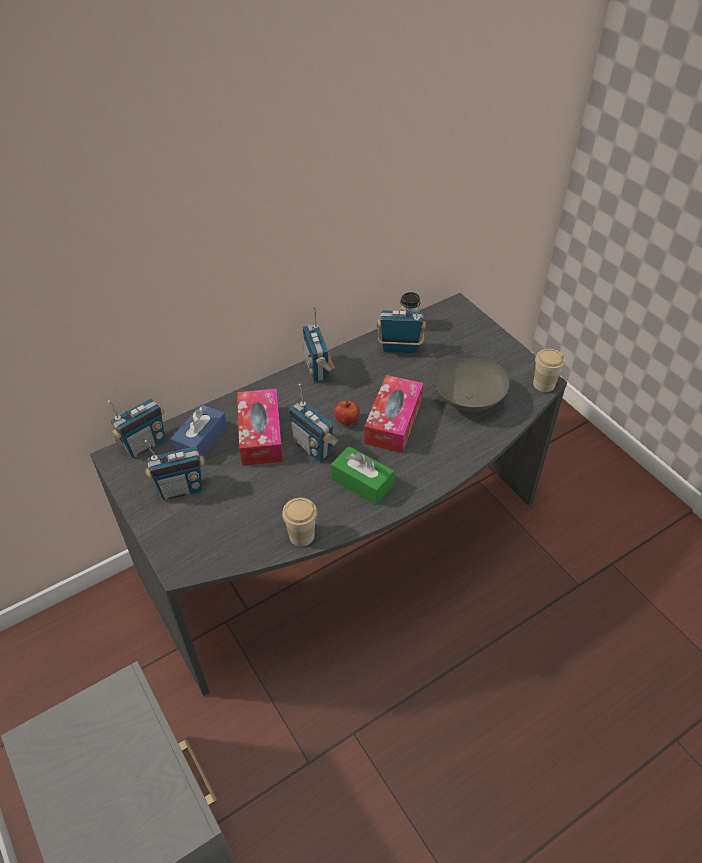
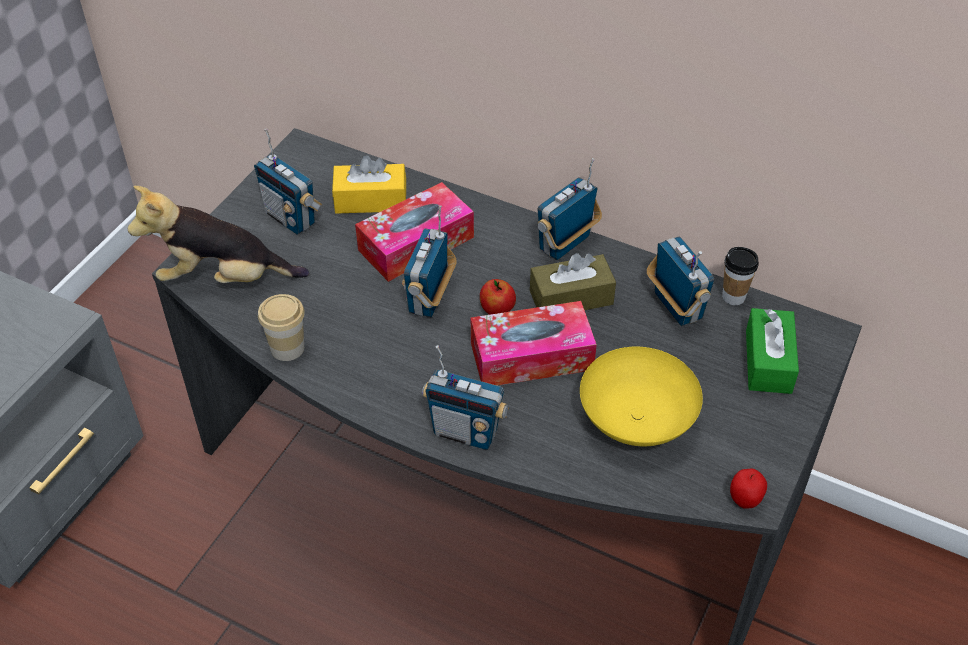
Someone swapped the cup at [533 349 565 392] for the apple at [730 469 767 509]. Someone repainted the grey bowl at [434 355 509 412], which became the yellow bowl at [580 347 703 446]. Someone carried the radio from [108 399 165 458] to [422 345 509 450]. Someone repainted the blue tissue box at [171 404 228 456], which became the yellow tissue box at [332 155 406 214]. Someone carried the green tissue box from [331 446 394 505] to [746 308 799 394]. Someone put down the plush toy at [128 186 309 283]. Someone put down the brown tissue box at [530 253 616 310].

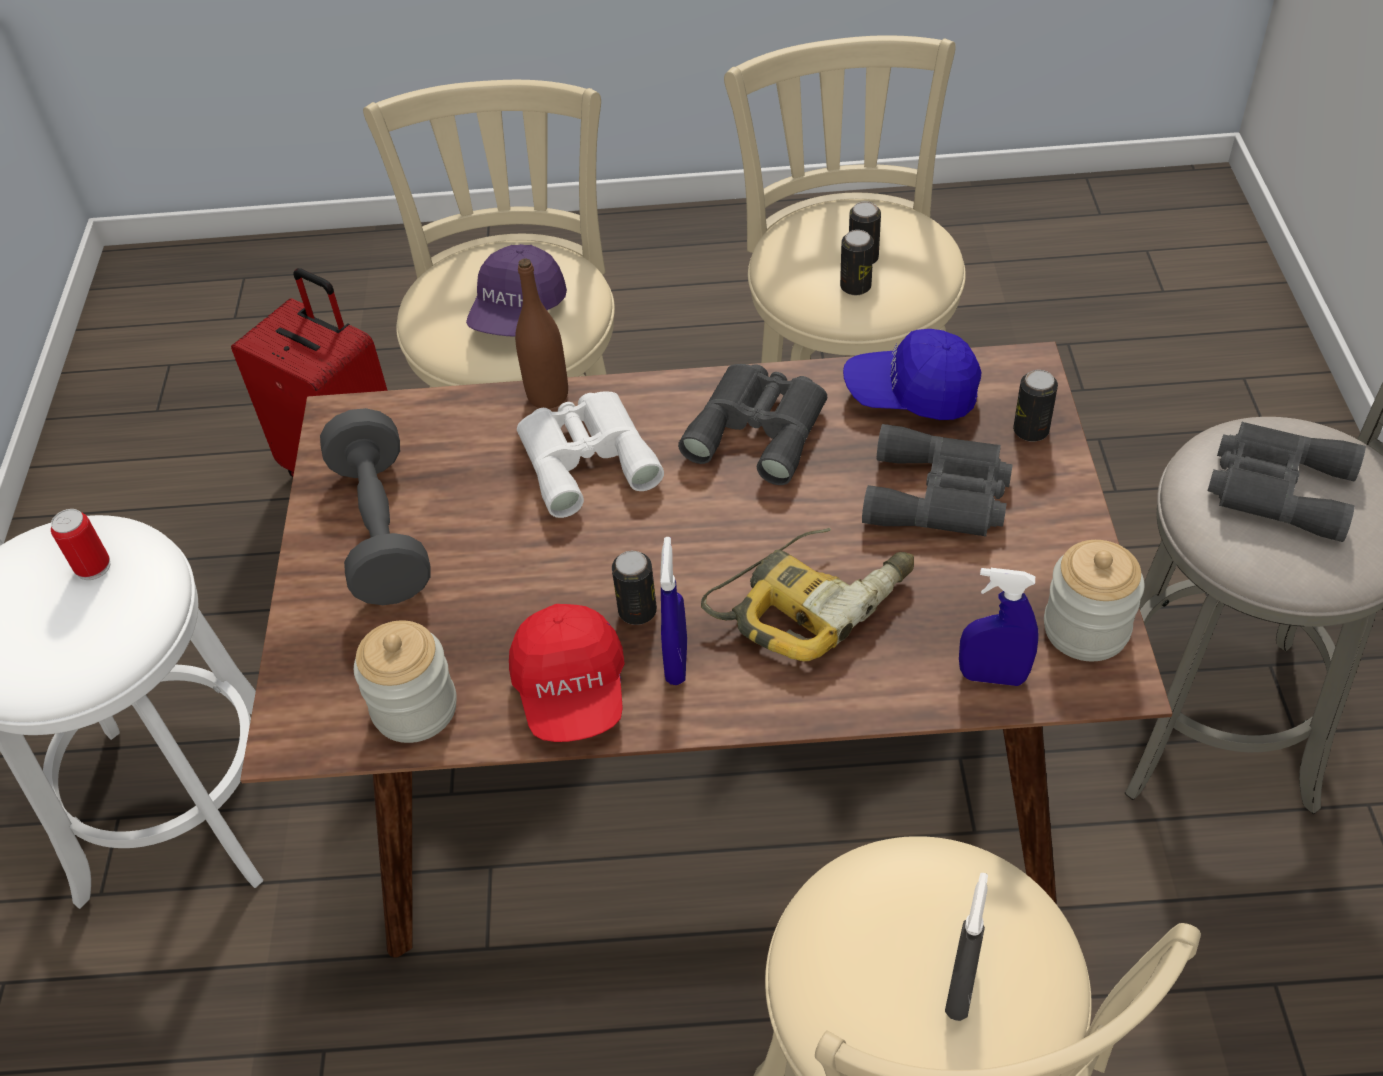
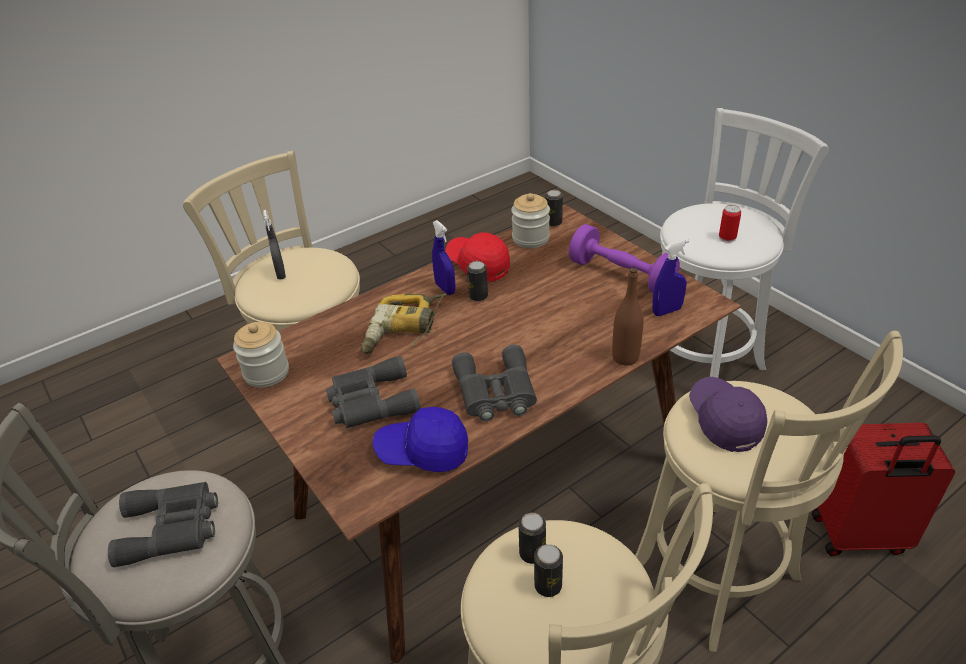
Someone rotated the blue cap at [843 329 981 420] by 150 degrees counterclockwise. Someone carried the can from [1013 370 1058 442] to [545 190 563 227]. Someone took away the white binoculars at [517 391 664 518]. Someone repainted the grey dumbbell at [320 408 431 605], which became the purple dumbbell at [569 224 680 293]. Someone carried the blue spray bottle from [959 568 1039 686] to [652 239 689 316].

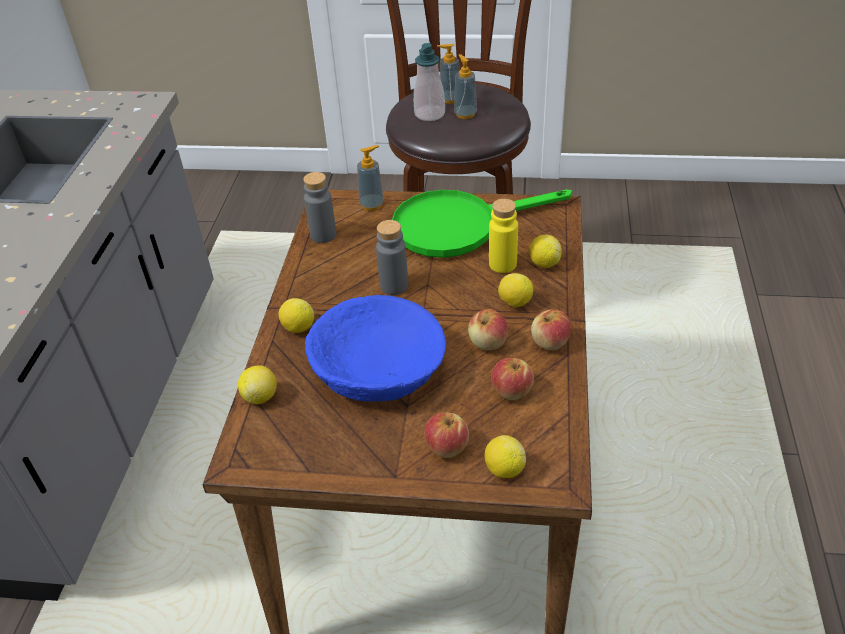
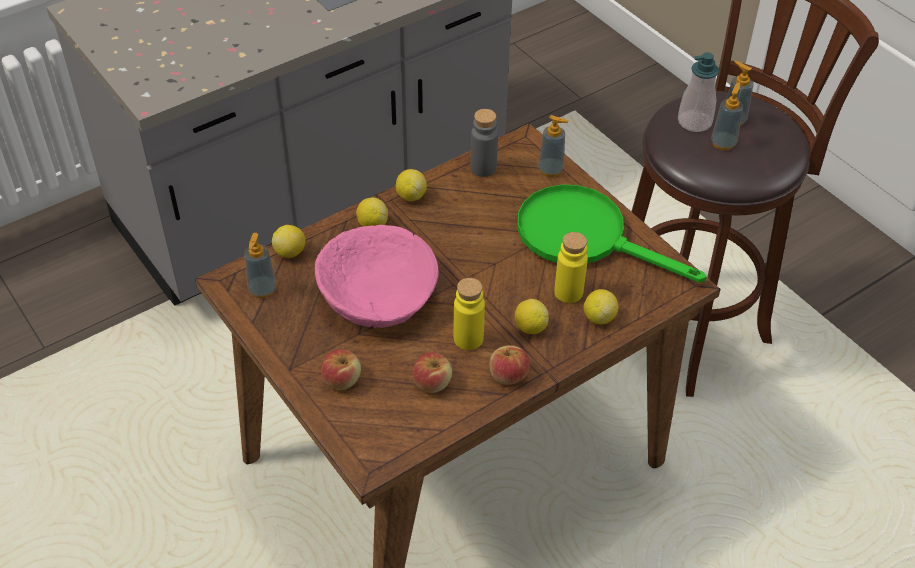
Someone took away the grey bottle at [376 220 408 295]. Someone repainted the blue bowl at [305 295 446 401], which became the pink bowl at [315 225 439 328]. Someone swapped the apple at [468 309 508 351] for the yellow bottle at [454 278 485 350]. Someone carried the lemon from [485 435 526 478] to [396 169 427 201]. Someone put down the soap dispenser at [244 233 276 298].

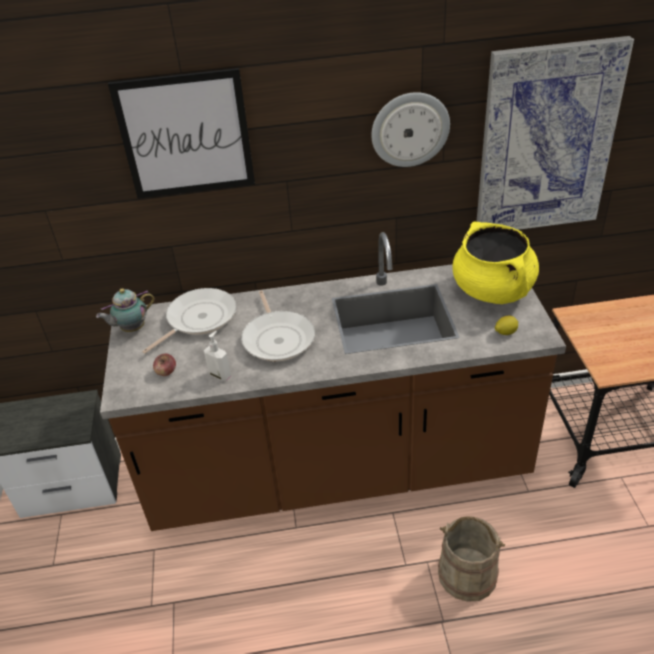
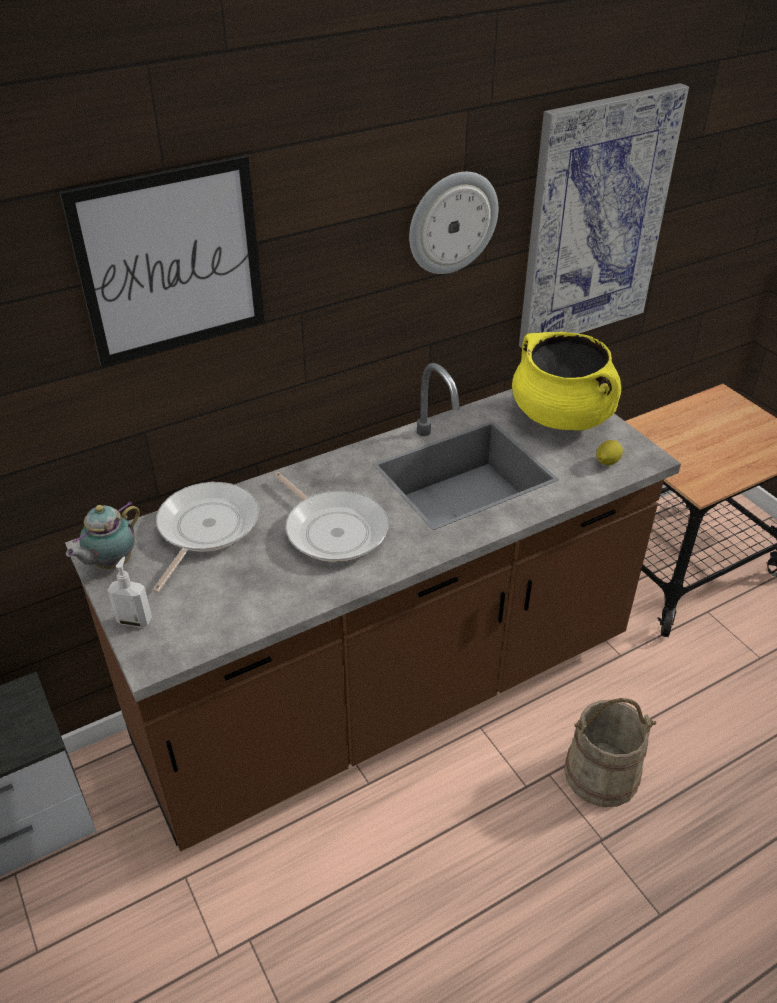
Someone carried the soap dispenser from [204 331 231 381] to [107 557 152 627]. Someone took away the apple at [153 354 176 376].

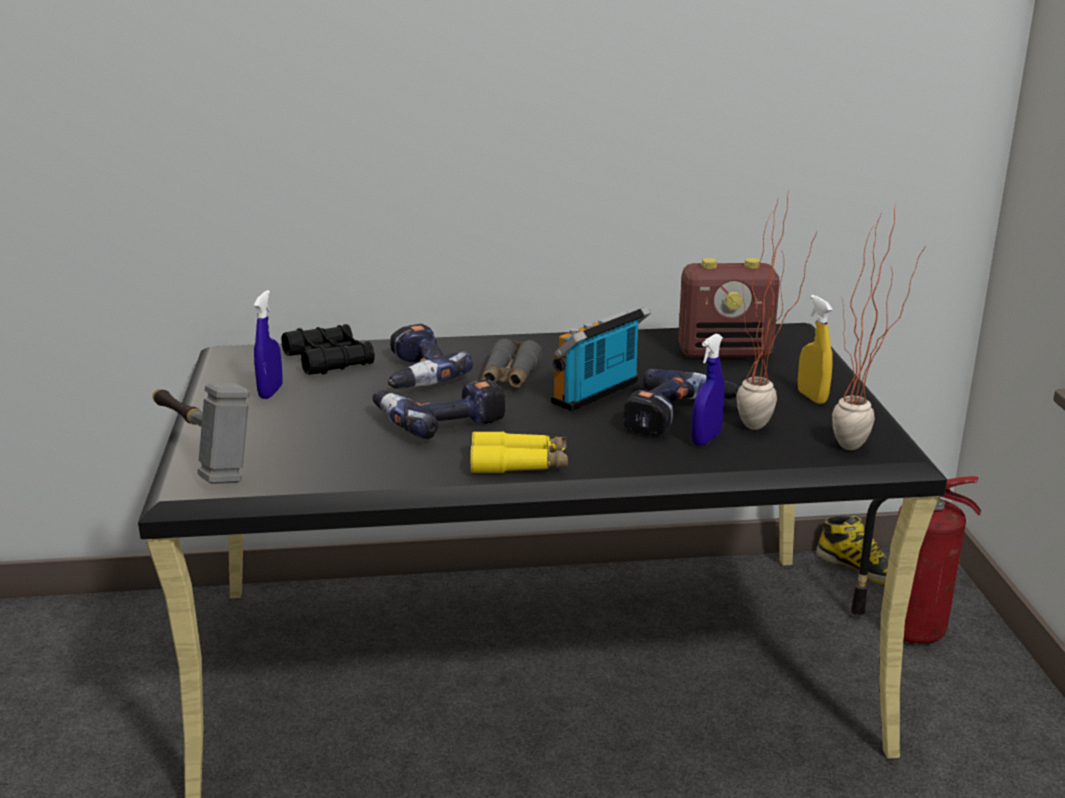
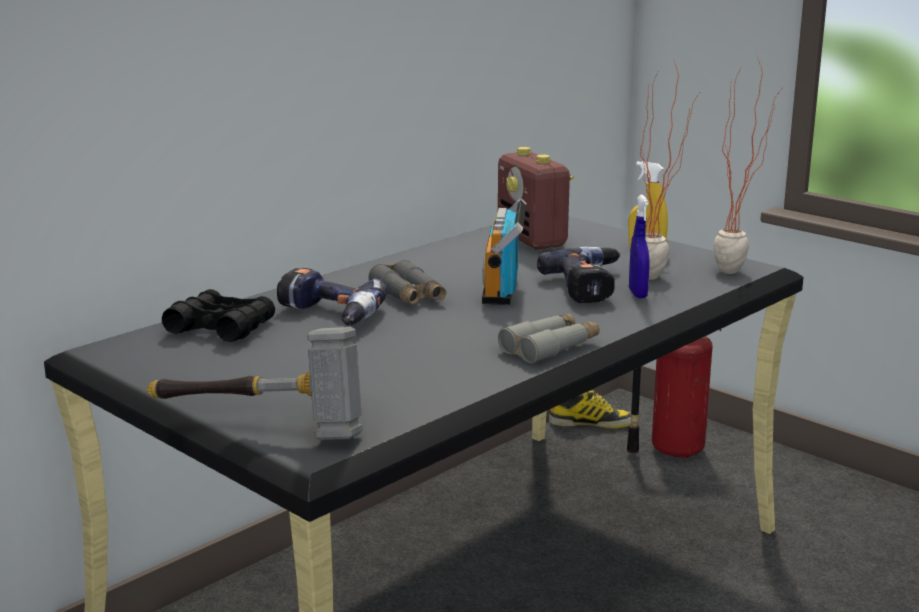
Someone rotated the radio at [678 258 780 358] by 105 degrees clockwise. Someone took away the blue spray bottle at [254 290 283 399]. Someone took away the power drill at [372 379 505 439]. Someone repainted the yellow binoculars at [471 431 568 473], which became the grey binoculars at [498 313 600 364].

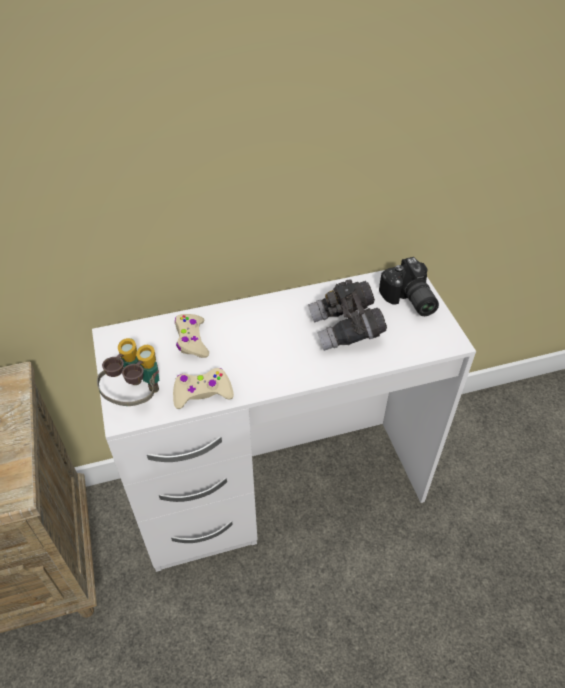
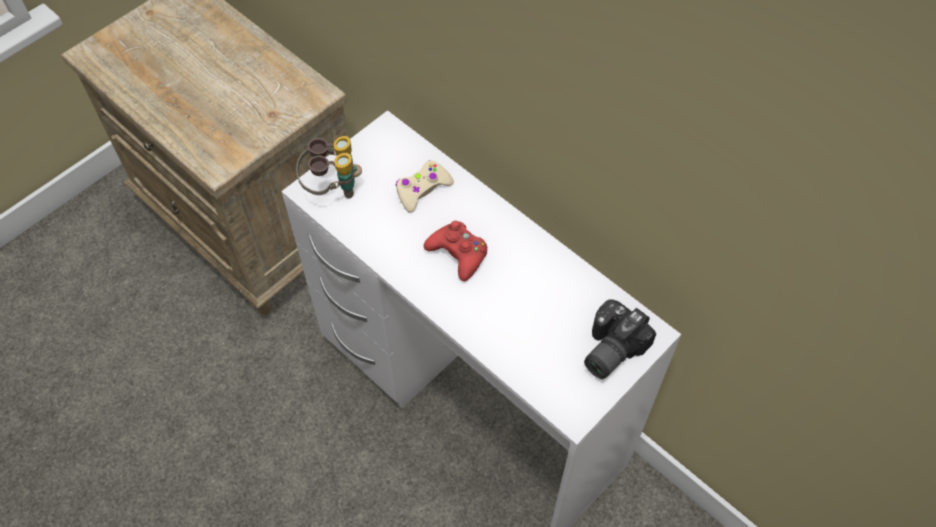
Someone took away the grey binoculars at [308 280 387 351]. Someone took away the beige game controller at [173 368 234 409]. Someone put down the red game controller at [424 221 487 282].

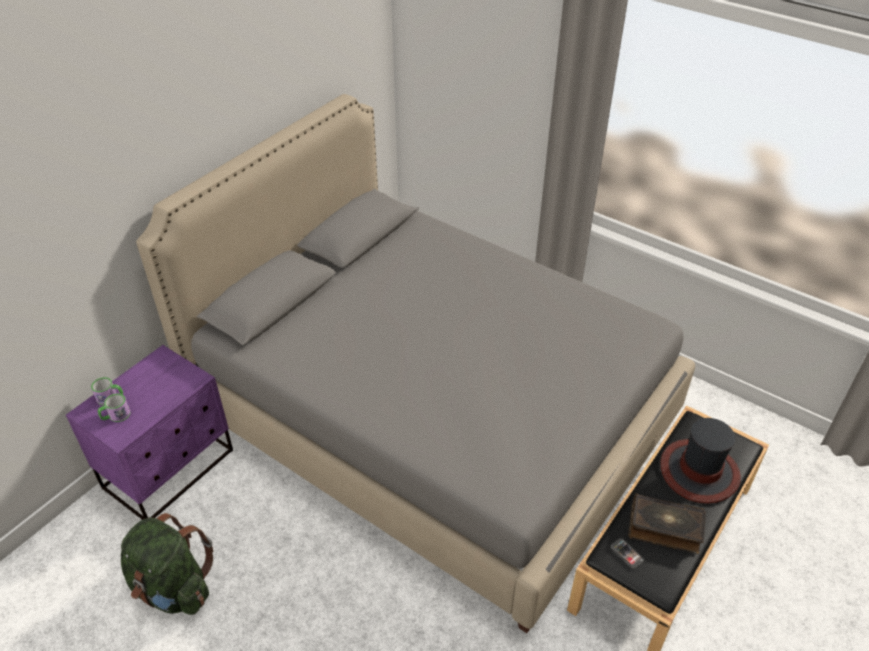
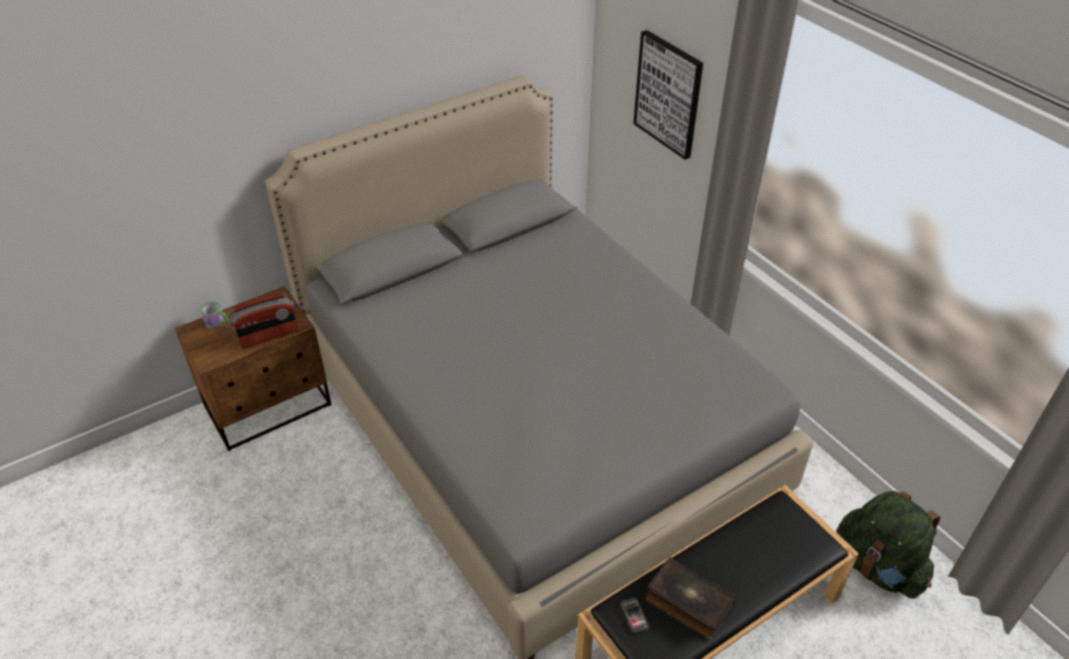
Someone repainted the purple nightstand at [66 345 233 520], which became the brown nightstand at [175 286 331 451]. Someone took away the mug at [98 393 131 422]. Someone took away the hat at [660 418 741 504]. Someone carried the green backpack from [120 513 214 615] to [836 491 940 599]. Someone put up the picture at [633 30 703 160]. Someone put down the radio at [229 292 298 349].

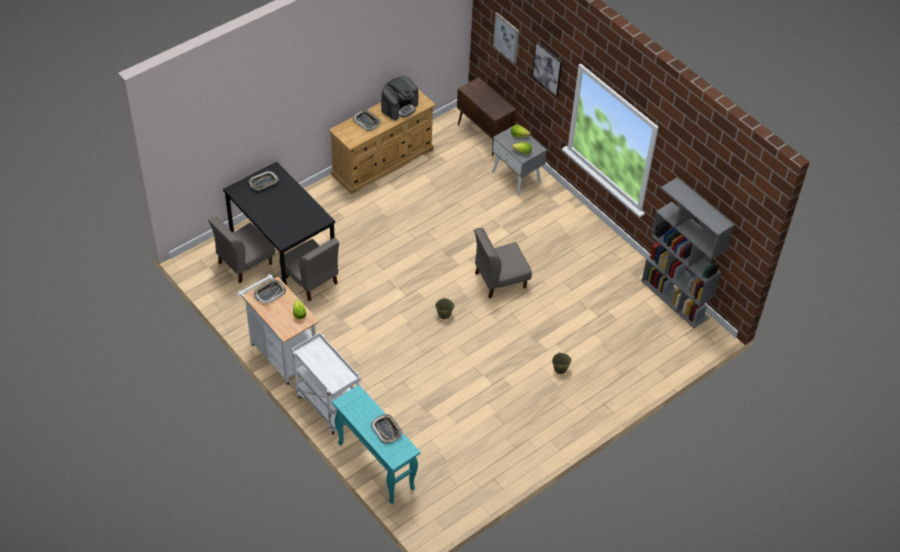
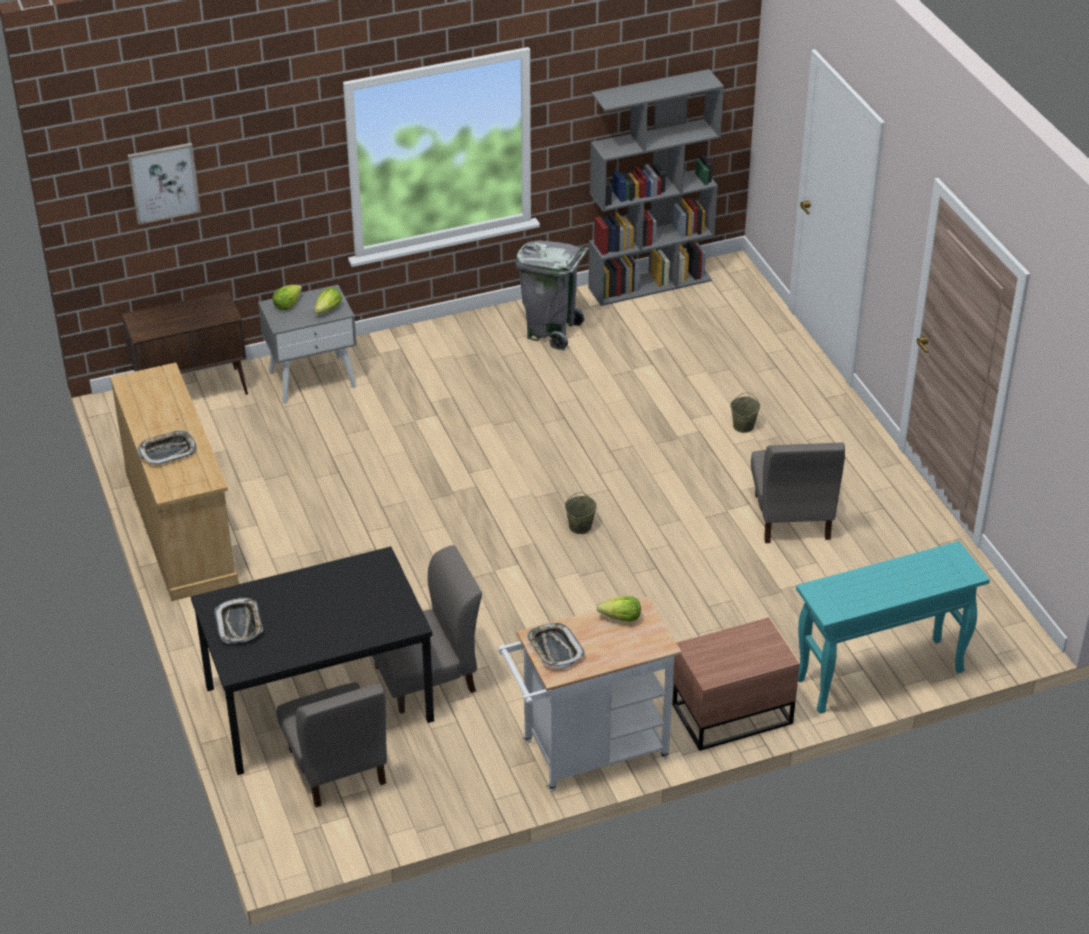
Someone took away the picture at [532 41 562 97]. Someone took away the coffee machine at [381 76 418 120]. Someone carried the grey chair from [474 228 532 298] to [751 443 845 543]. Someone swapped the white cart at [292 332 361 435] for the brown nightstand at [672 617 800 751]. Someone took away the tray at [371 414 403 444]. Someone put down the grey trash can at [516 241 589 351].

